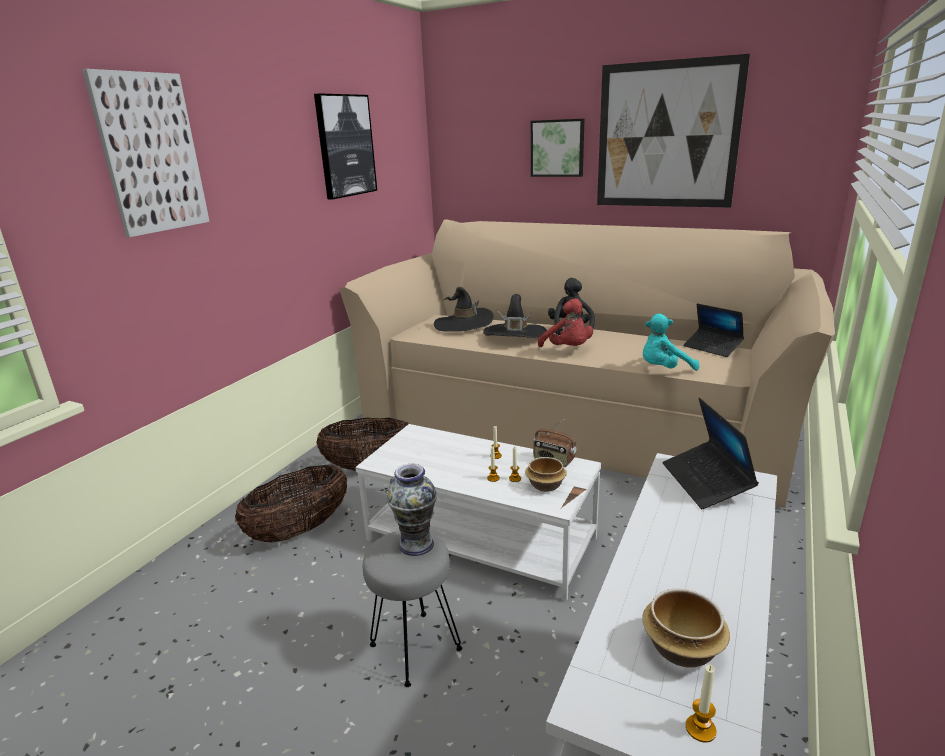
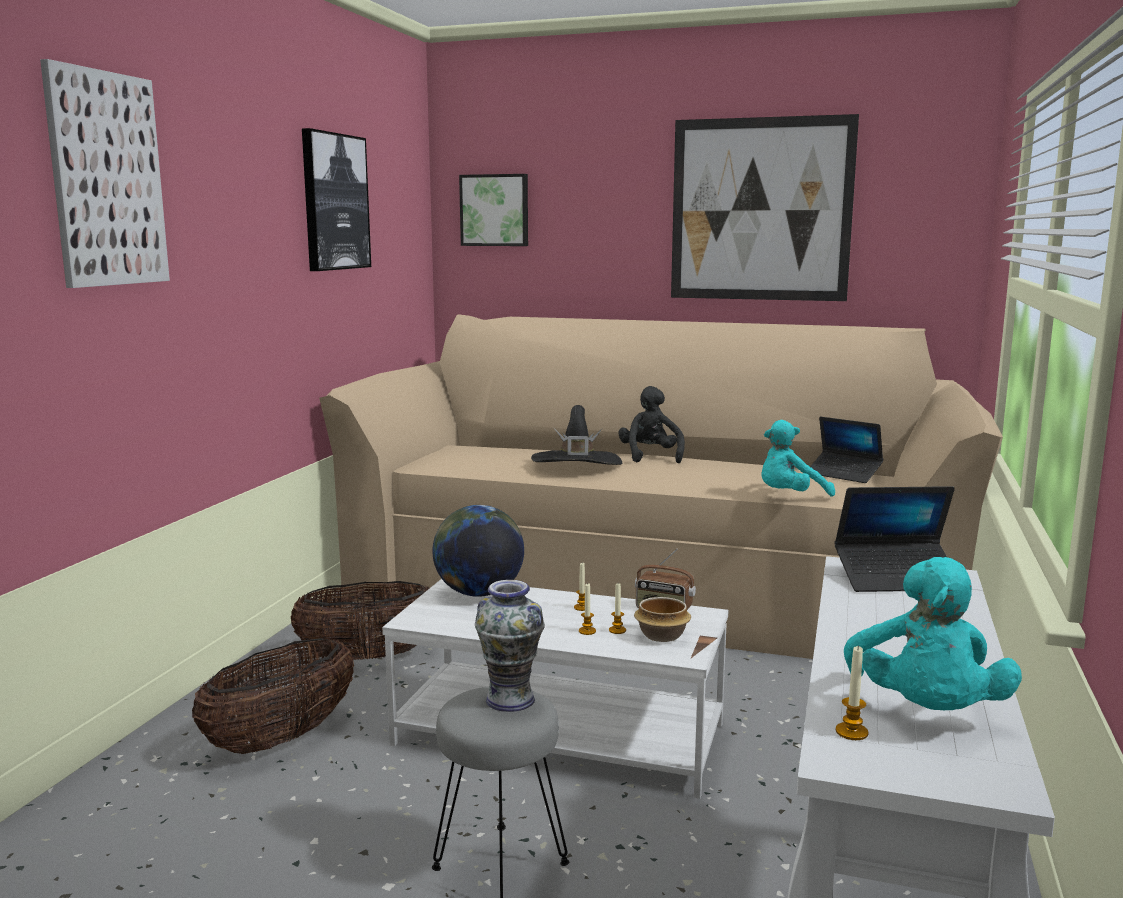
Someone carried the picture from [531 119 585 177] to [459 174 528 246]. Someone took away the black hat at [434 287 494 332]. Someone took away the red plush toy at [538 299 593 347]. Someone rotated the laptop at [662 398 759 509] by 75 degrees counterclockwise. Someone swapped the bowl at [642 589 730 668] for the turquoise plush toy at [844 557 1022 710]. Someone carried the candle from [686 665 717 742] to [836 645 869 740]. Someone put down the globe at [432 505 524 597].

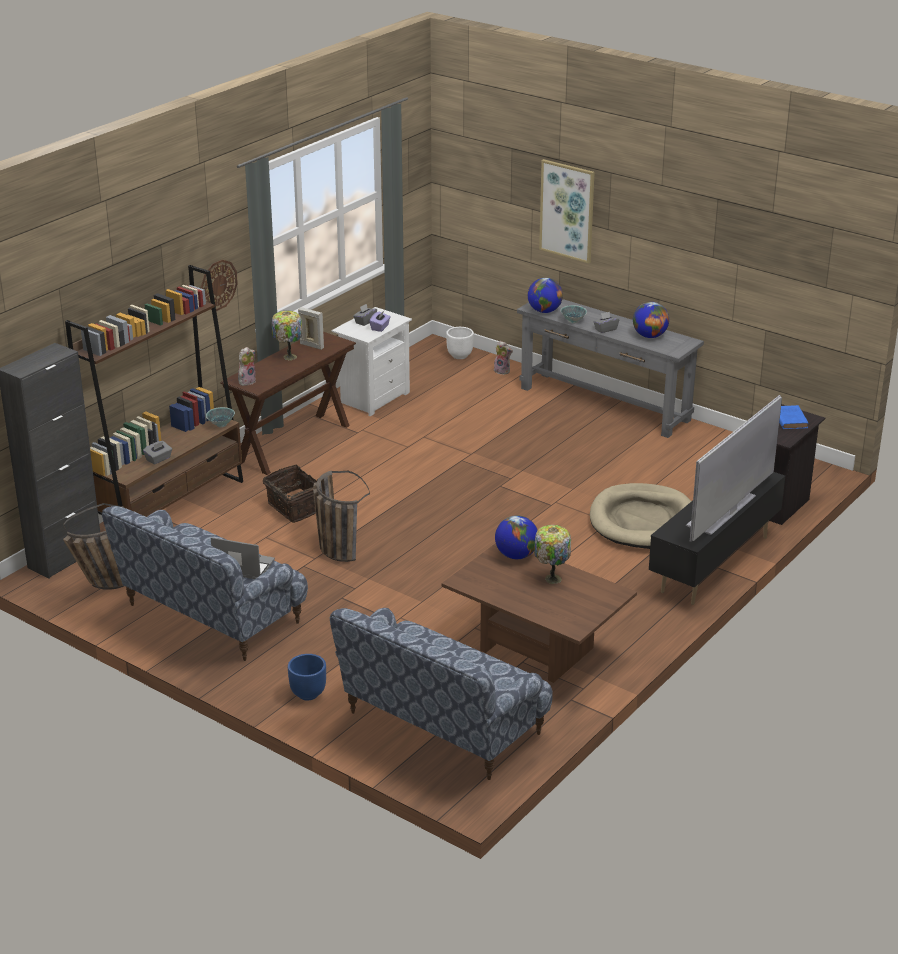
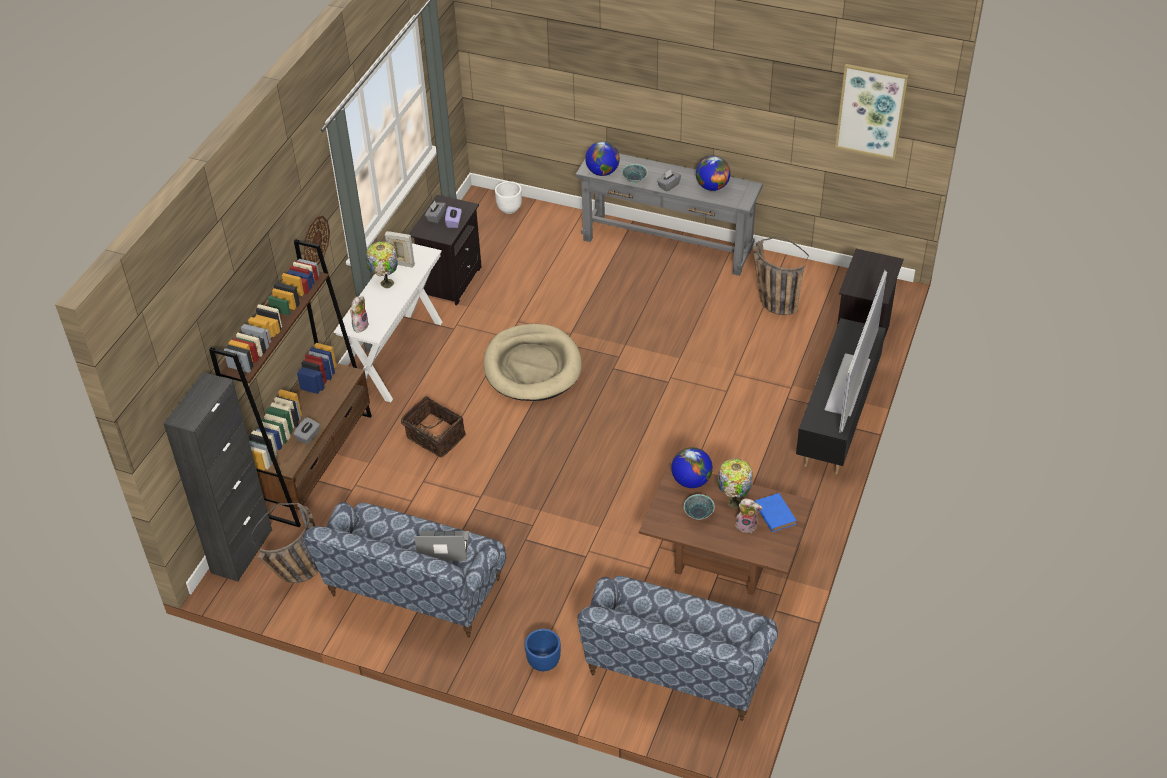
Someone carried the picture from [539 159 594 264] to [835 64 908 160]. Someone repainted the white nightstand at [331 307 412 416], which became the black nightstand at [409 195 482 306]. Someone repainted the brown console table at [220 332 356 475], which became the white console table at [334 243 442 402]. Someone carried the plush toy from [494 341 513 375] to [735 498 763 533]. Someone carried the blue book from [779 405 808 429] to [755 493 797 532]. Someone carried the bowl from [206 407 235 428] to [684 494 715 520]. Someone carried the basket from [313 470 370 562] to [753 236 809 315]. Someone carried the beige dog bed from [590 483 691 549] to [483 324 582 401].

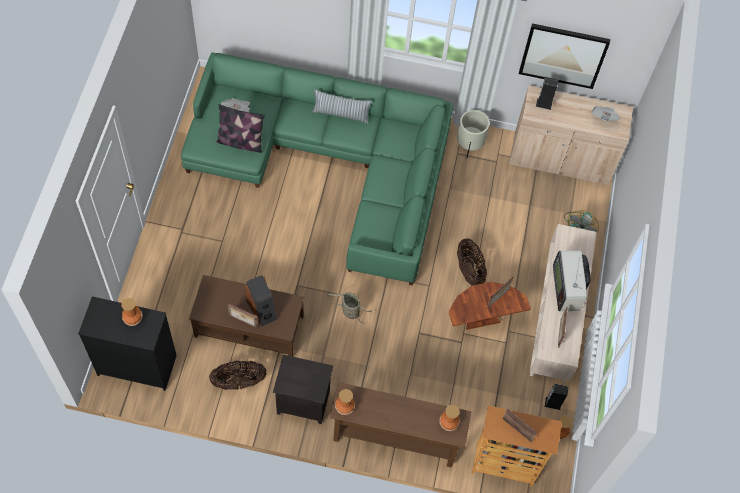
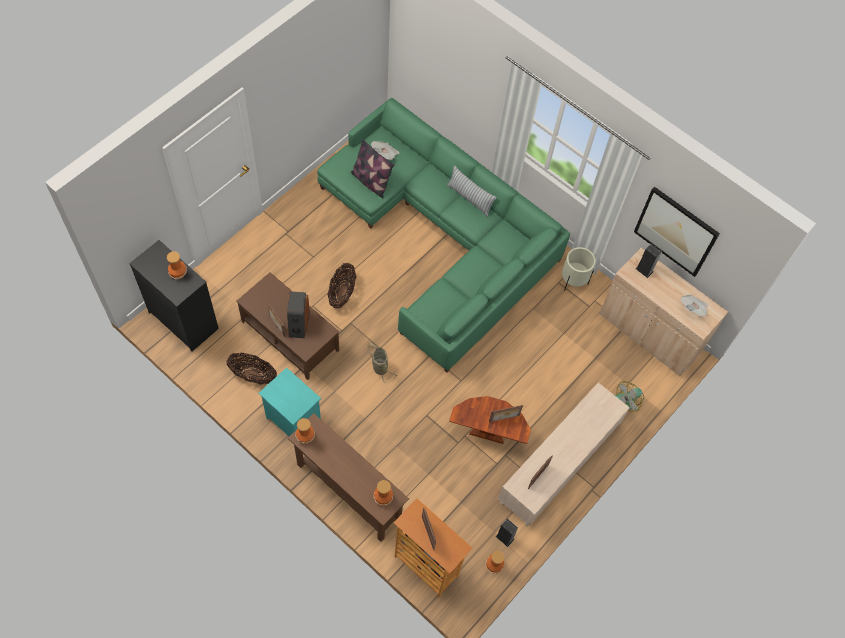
Someone carried the basket from [457 238 487 286] to [328 263 356 308]. Someone took away the television at [553 251 591 311]. Someone repainted the black nightstand at [273 355 333 424], which became the turquoise nightstand at [258 367 321 436].

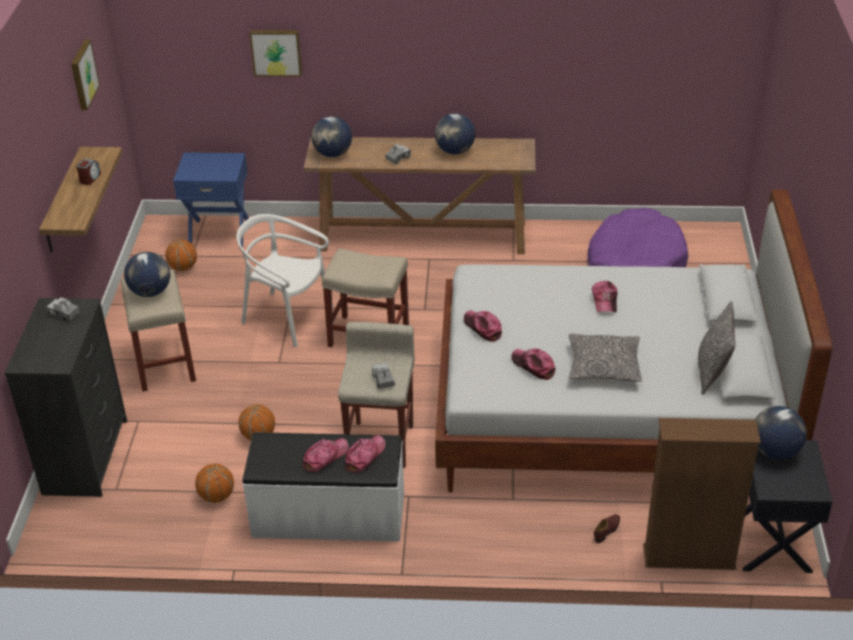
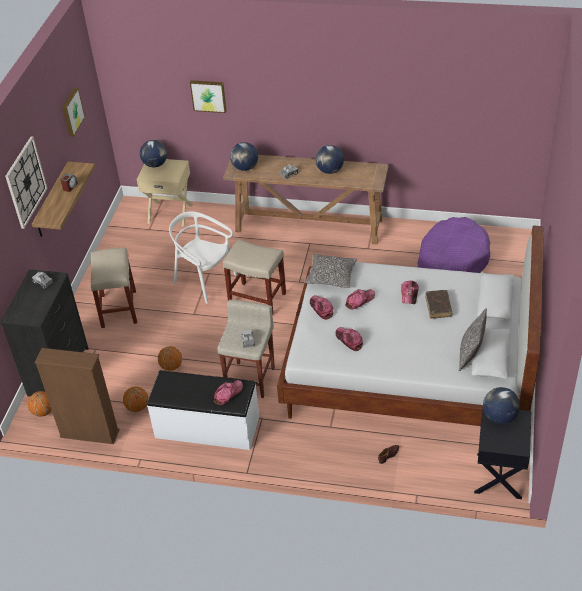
Someone repainted the blue nightstand at [173 152 249 249], which became the beige nightstand at [137 159 193 227]. Someone carried the basketball from [165 239 197 271] to [28 391 52 417]. Someone carried the globe from [124 252 171 297] to [140 140 167 168]. Someone carried the pillow from [569 334 642 382] to [305 254 357 288]. Someone carried the brown bookcase from [643 418 761 570] to [35 348 120 444]. Someone carried the cap from [302 438 348 472] to [346 289 375 309]. Someone put up the wall clock at [5 136 48 229]. Someone put down the brown book at [425 290 453 319].

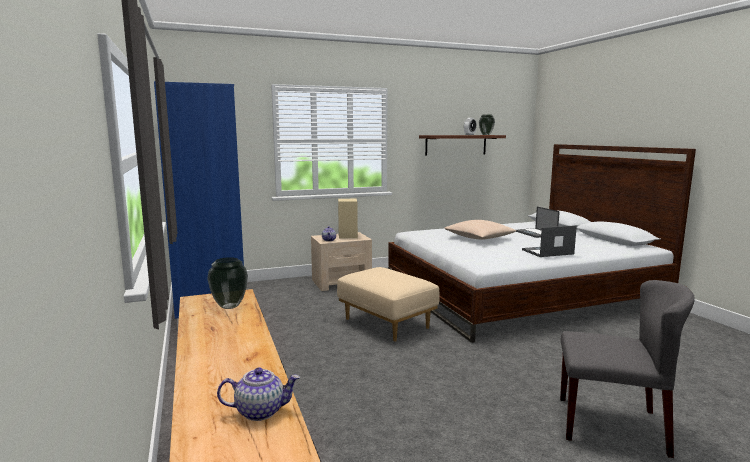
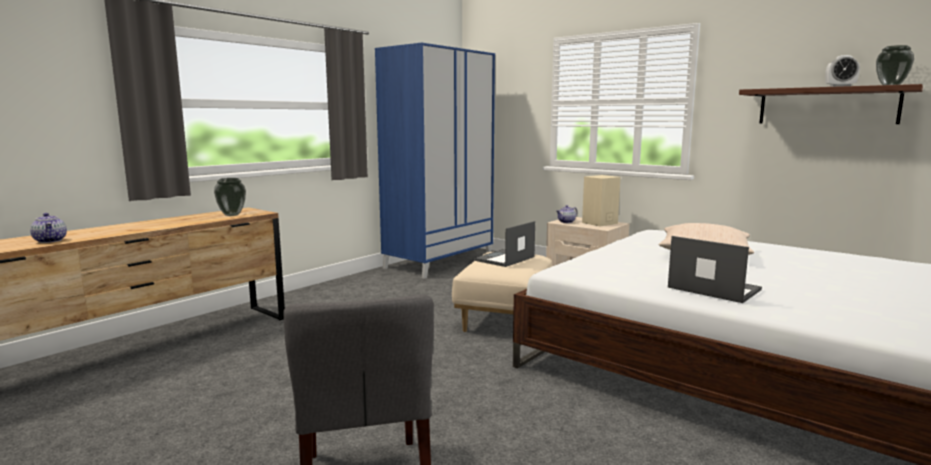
Someone carried the laptop from [516 207 560 238] to [474 221 535 267].

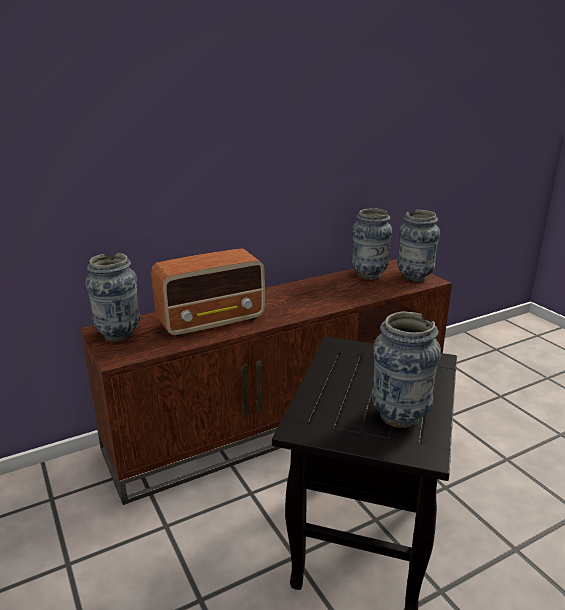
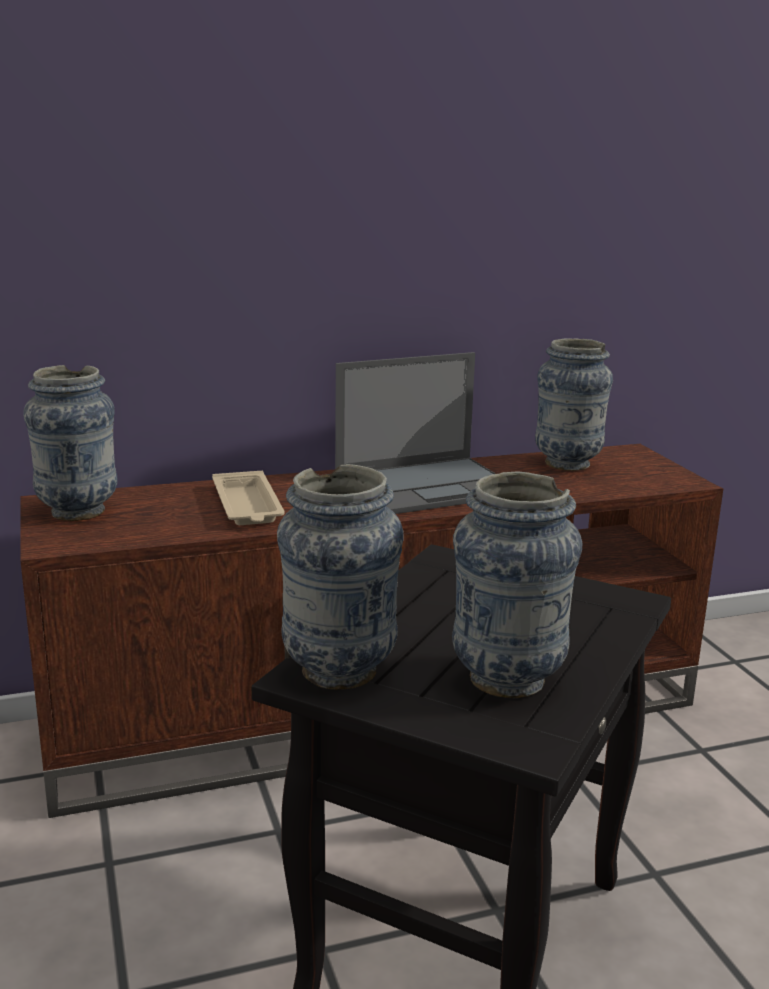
Someone carried the vase from [397 210 440 282] to [277 464 403 690]. Someone swapped the radio at [151 248 265 337] for the beige tray at [212 471 285 525]. Someone put down the laptop at [335 352 496 514].

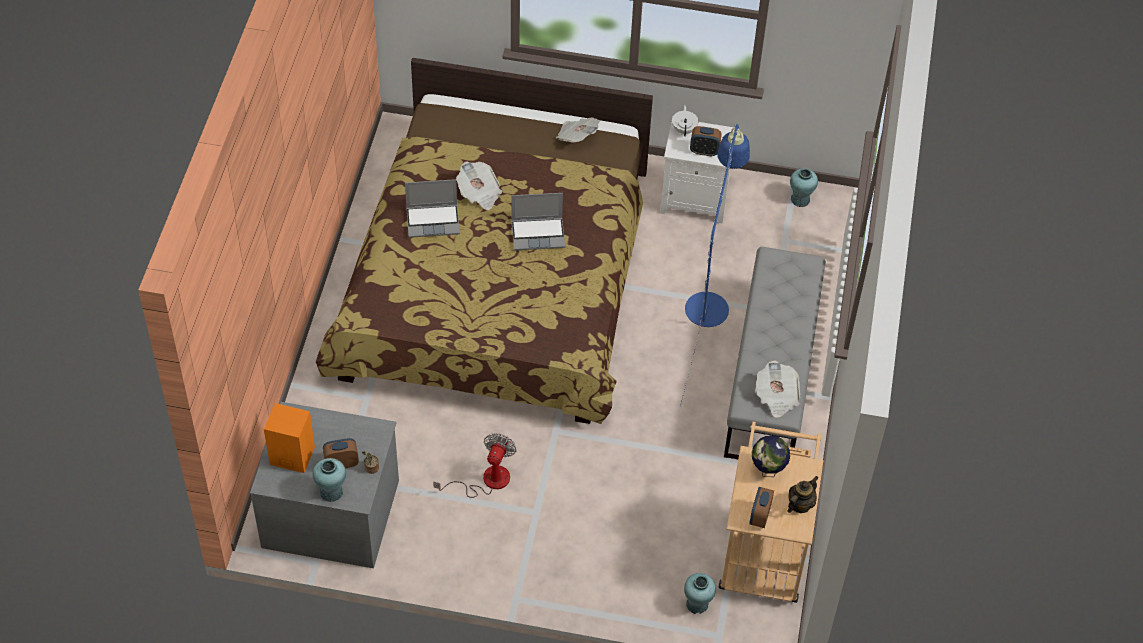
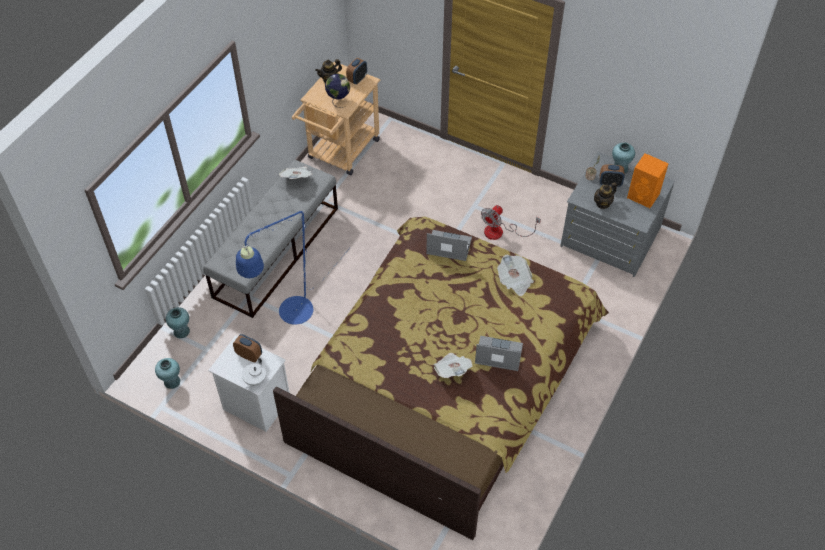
Someone carried the newspaper from [556 117 600 142] to [497 254 534 296]. Someone carried the laptop from [511 193 565 251] to [426 230 472 261]. Someone carried the turquoise vase from [684 573 716 614] to [166 307 190 338]. Someone put down the teapot at [594 182 617 209].

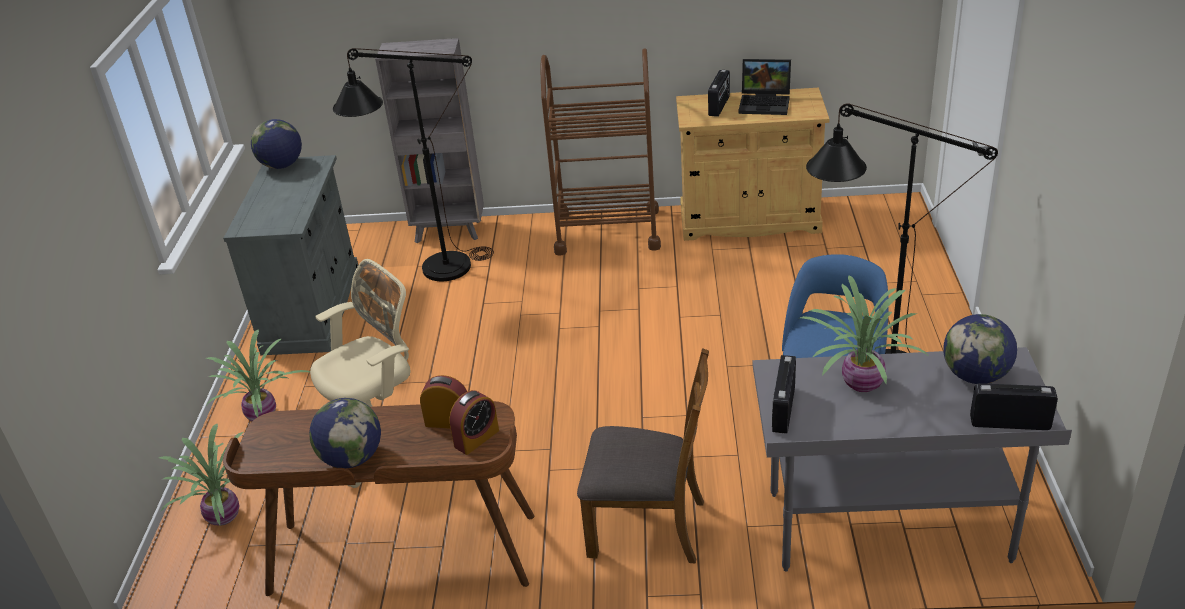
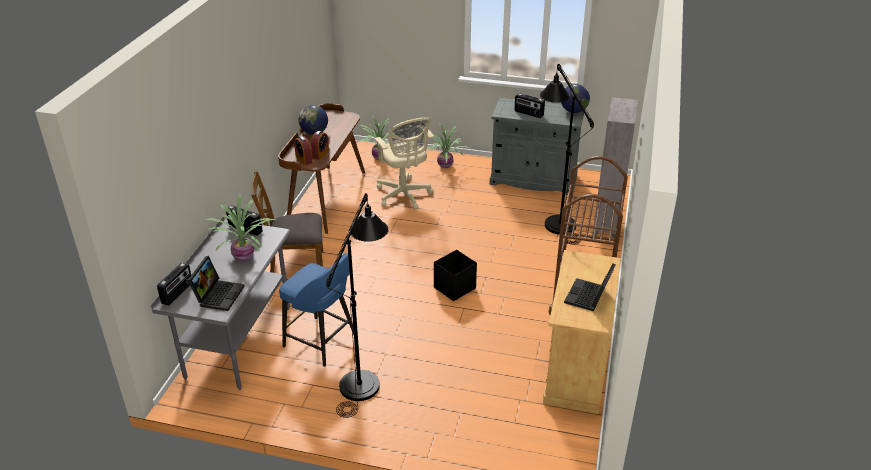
Someone carried the radio from [708 70 730 117] to [514 93 545 118]. Someone swapped the globe at [943 314 1017 384] for the laptop at [188 256 245 311]. Someone rotated the brown chair at [577 348 709 563] by 60 degrees clockwise. Someone put down the black storage box at [434 250 477 301].

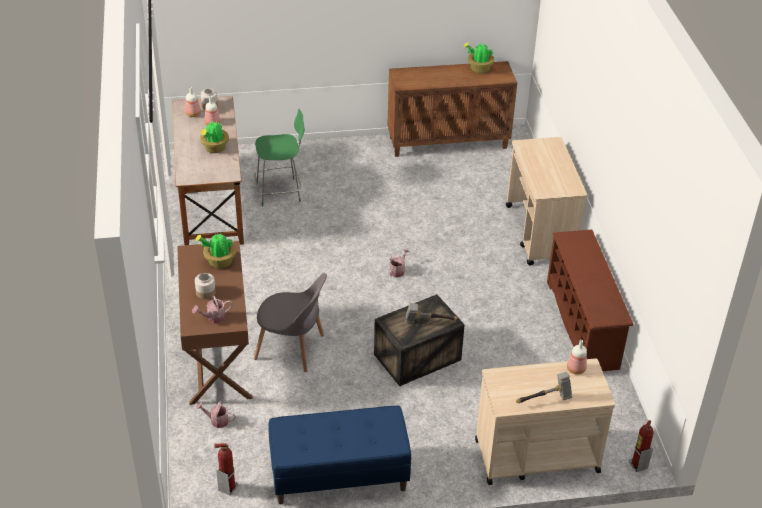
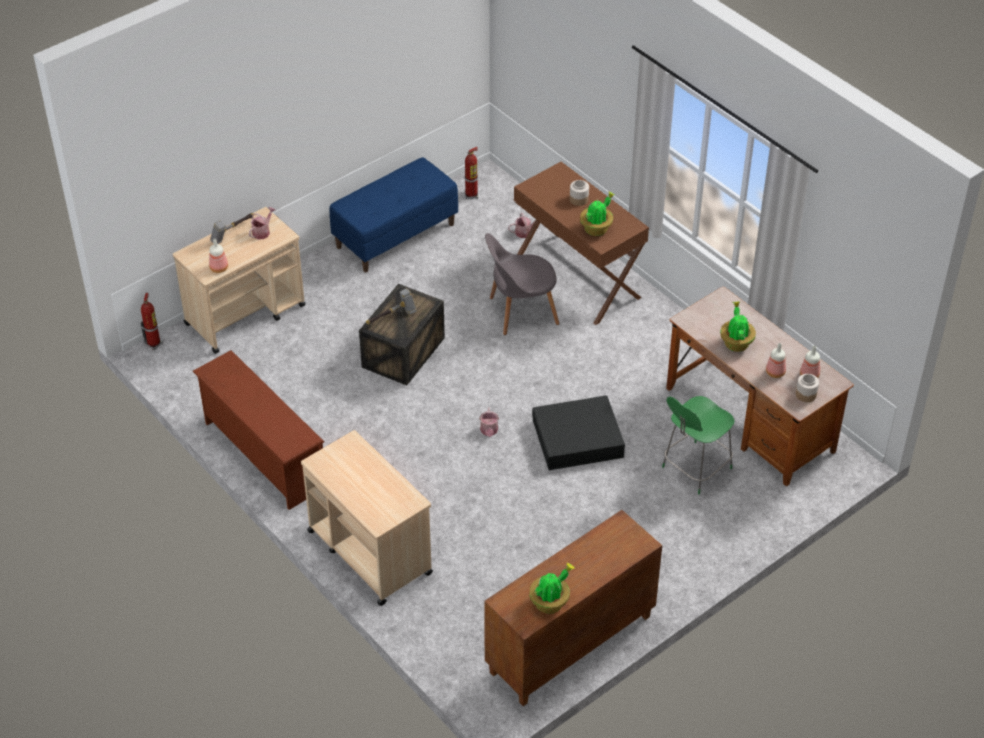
Someone carried the watering can from [192 296 232 323] to [249 207 276 239]. Someone put down the black storage box at [532 395 625 470].

